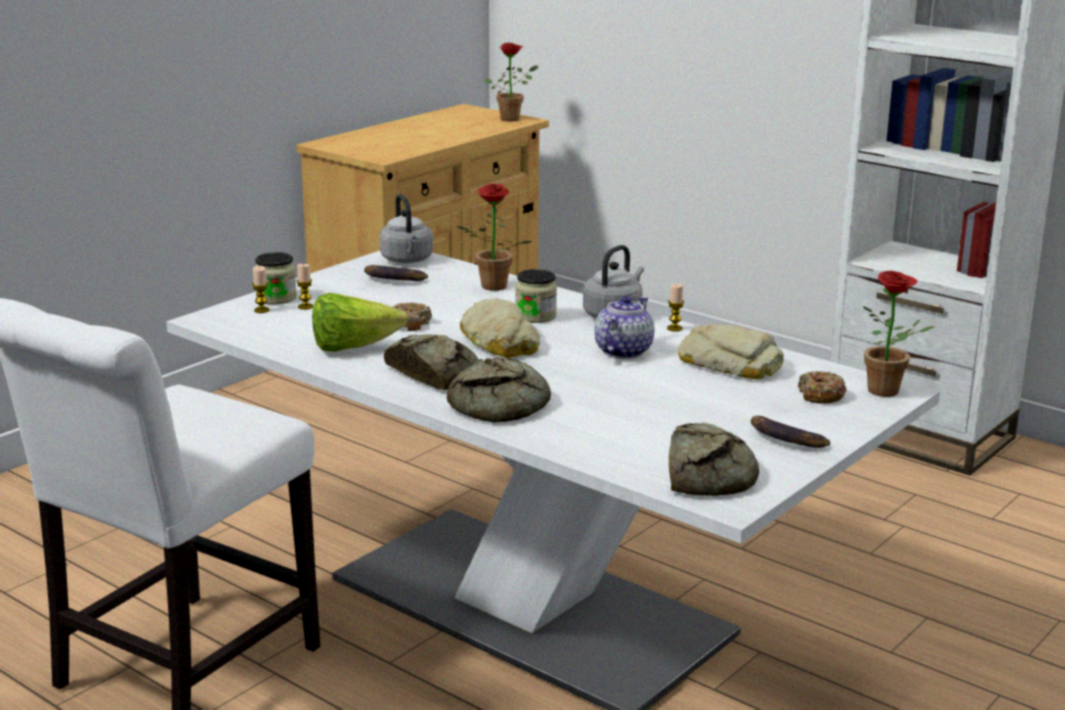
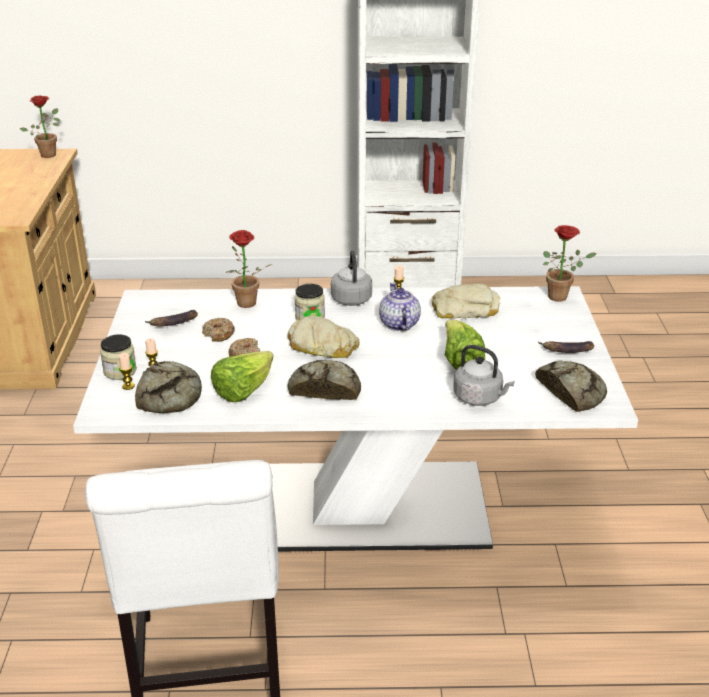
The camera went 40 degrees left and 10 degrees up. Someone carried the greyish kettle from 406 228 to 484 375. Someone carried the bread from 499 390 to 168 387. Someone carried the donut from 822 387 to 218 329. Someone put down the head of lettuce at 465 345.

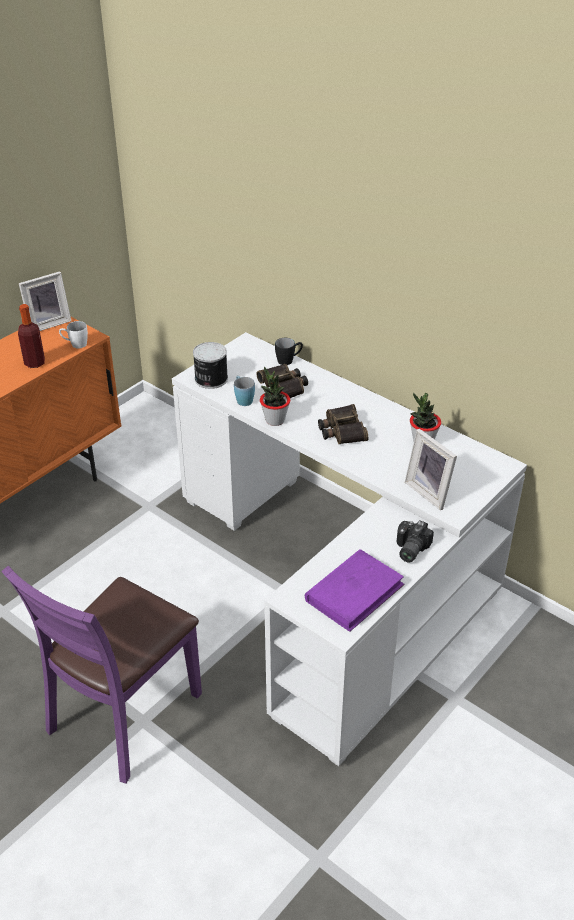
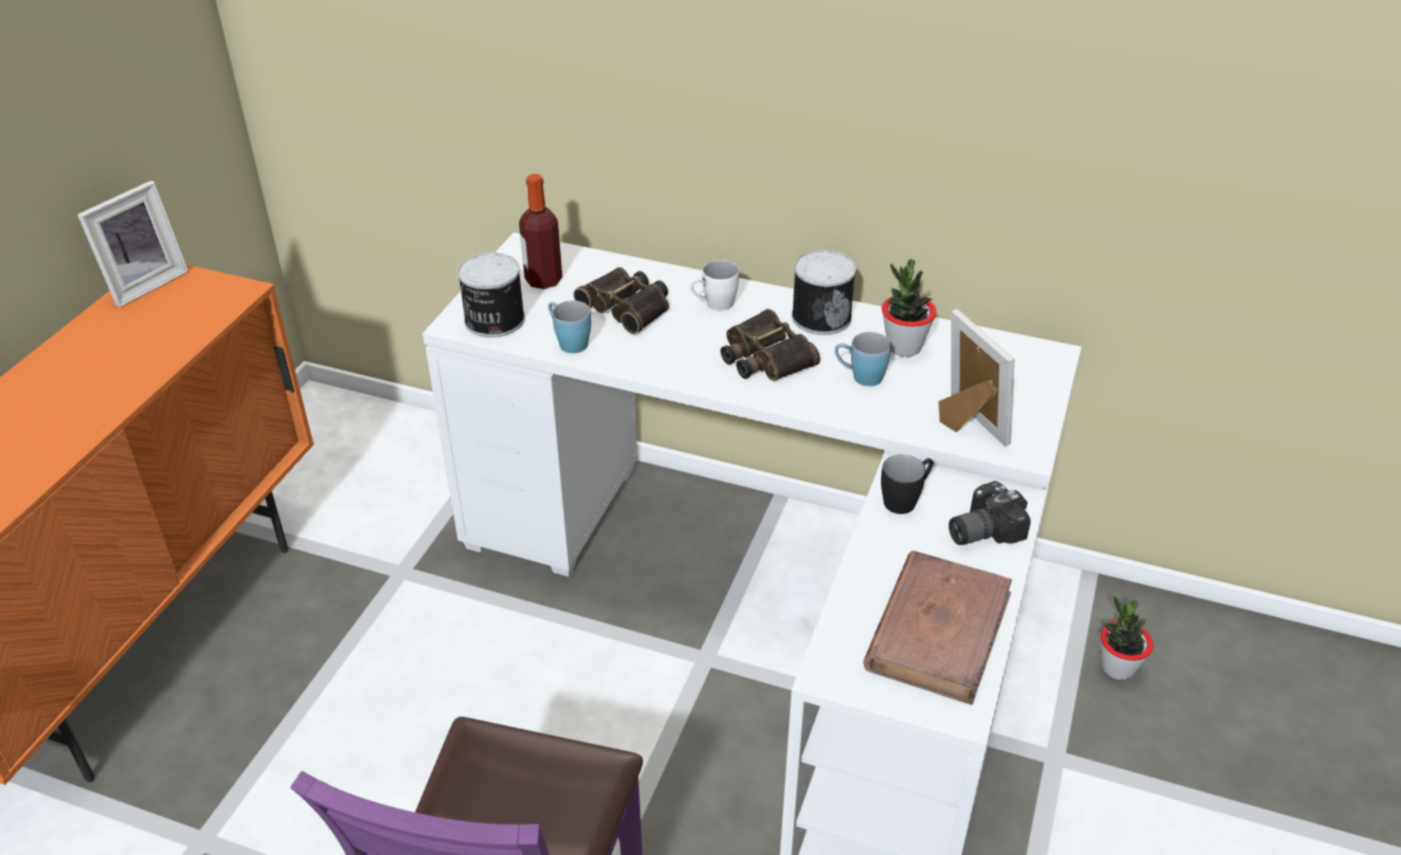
The camera went 20 degrees left and 0 degrees up. Someone carried the bottle from 31 336 to 540 231. Someone carried the whitish mug from 73 334 to 714 285. Someone carried the potted plant from 275 396 to 1127 637. Someone carried the blackish mug from 289 351 to 907 484. Someone repainted the purple-coloured bound book at 355 590, which became the brownish bound book at 937 628. Someone rotated the still camera at 415 542 by 60 degrees clockwise. Someone rotated the standing frame at 431 469 by 150 degrees counterclockwise. Someone put down the can at 824 292. Someone put down the bluish mug at 863 359.

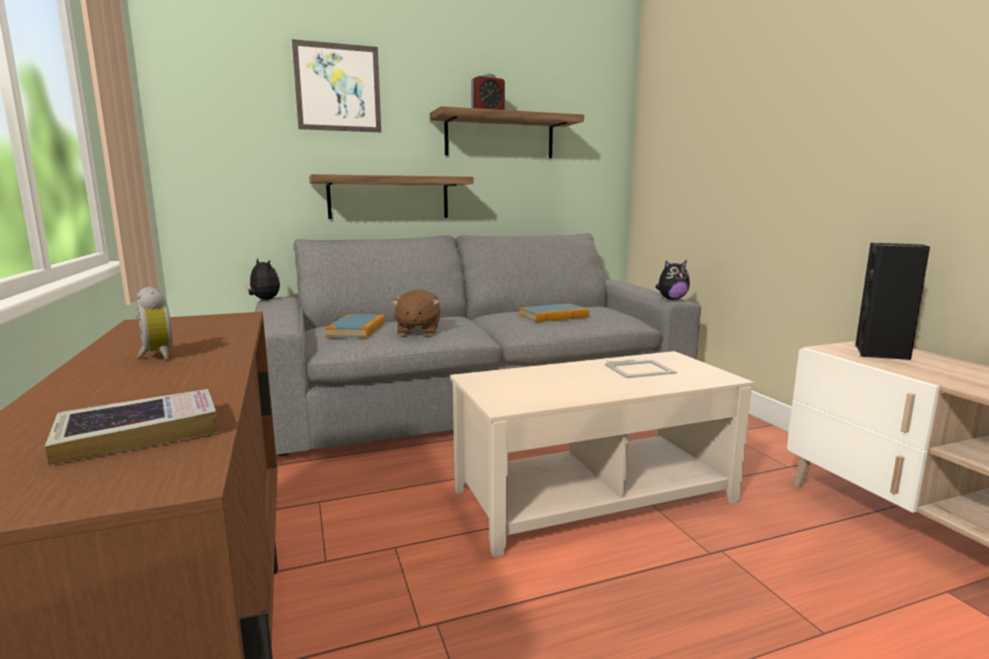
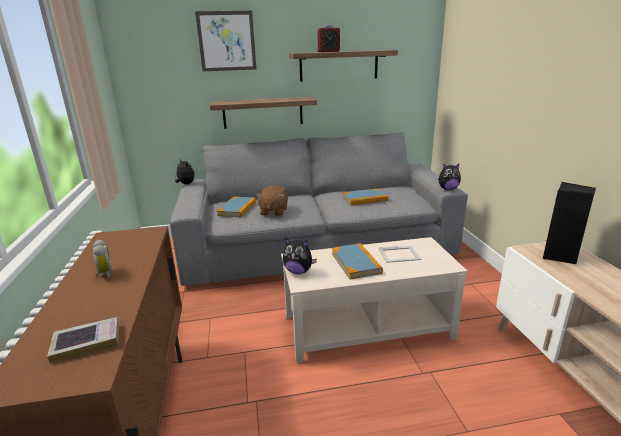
The camera went 10 degrees right and 10 degrees up. Someone put down the cuddly toy at 300 256. Someone put down the bound book at 357 261.

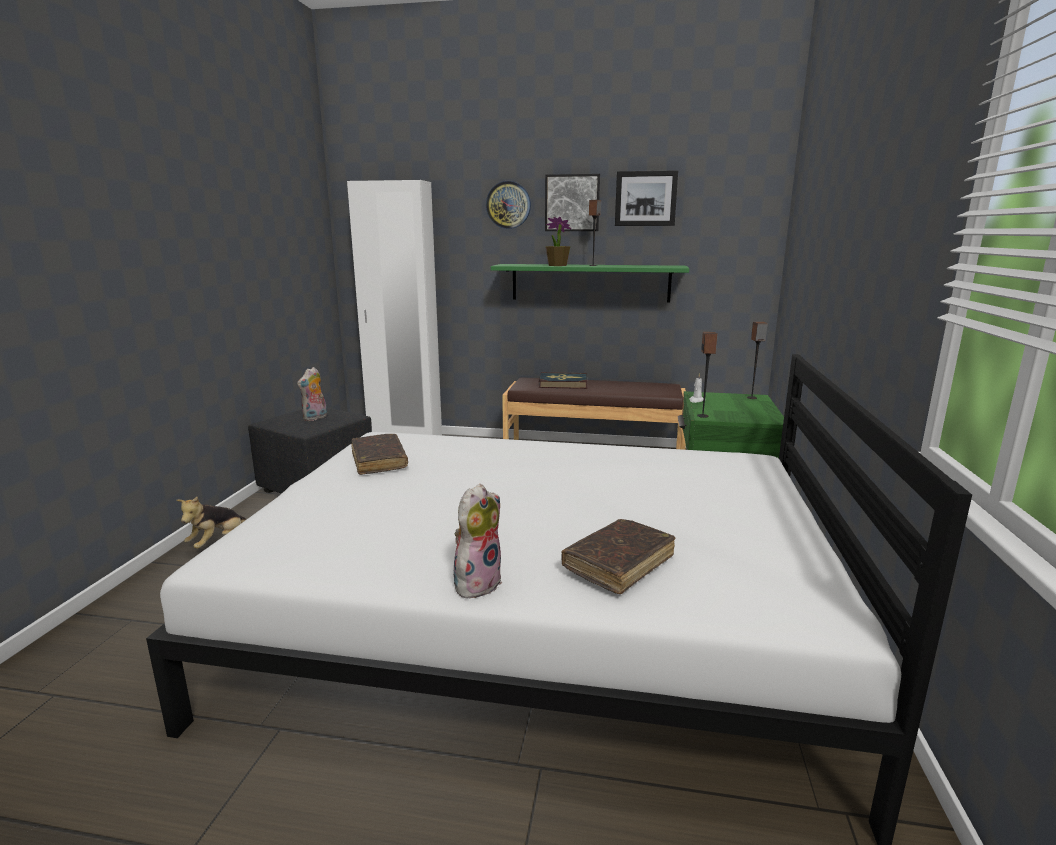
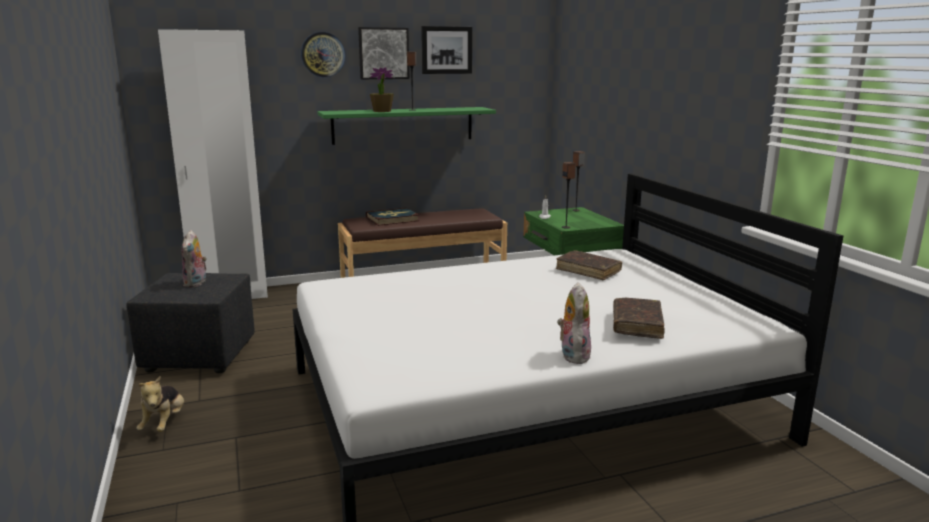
The camera went 30 degrees left and 0 degrees up. Someone carried the brownish bound book from 379 454 to 589 265.

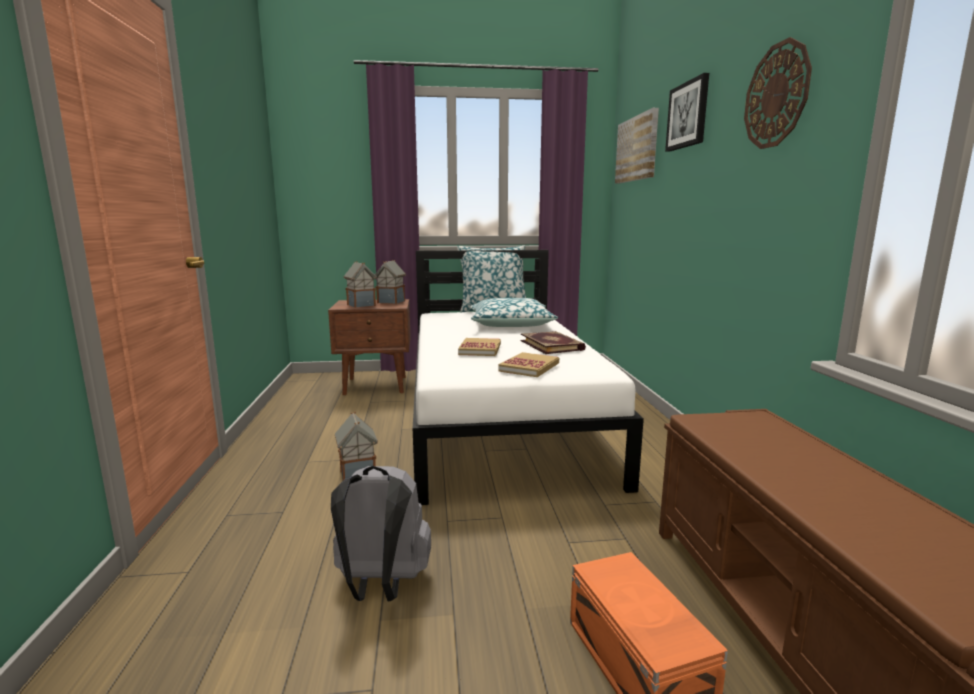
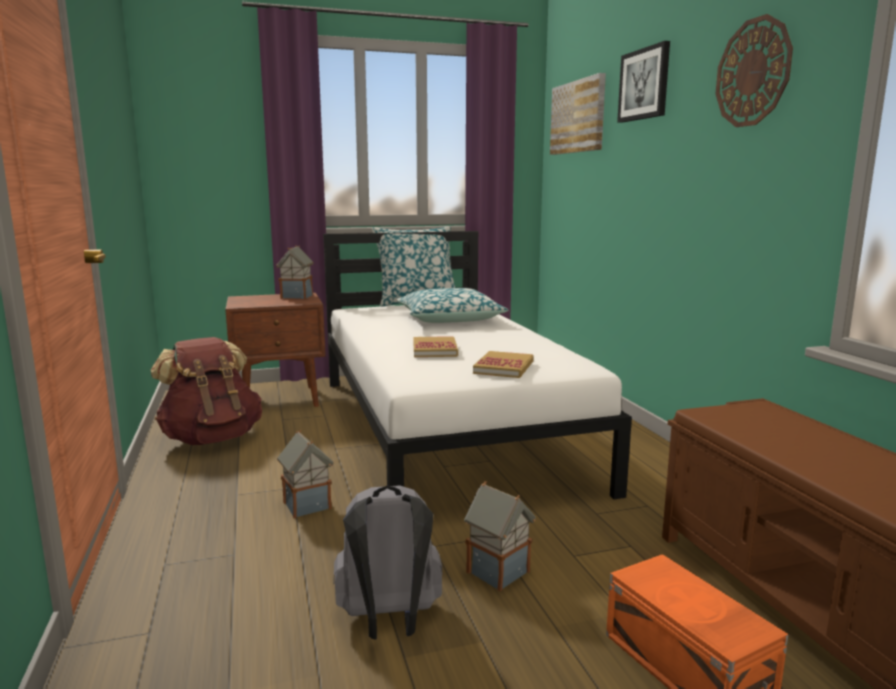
The camera went 10 degrees left and 0 degrees up. Someone carried the miniature house from 360 284 to 500 536. Someone took away the bound book at 553 342. Someone put down the brownish knapsack at 206 391.

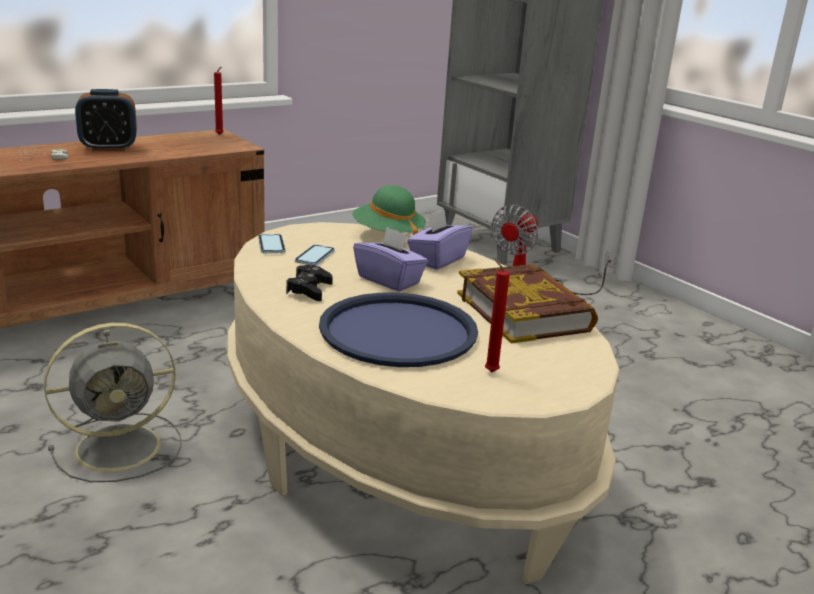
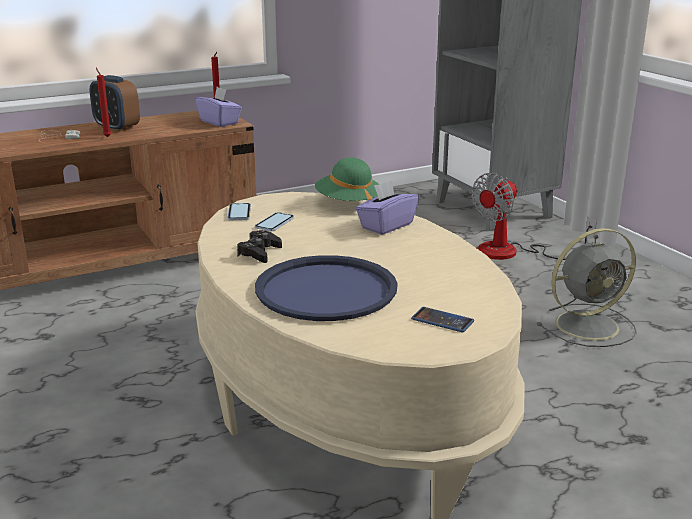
The camera went 10 degrees right and 0 degrees up. Someone carried the greyish cooling fan from 113 402 to 586 287. Someone rotated the alarm clock at 106 120 by 45 degrees clockwise. Someone carried the purple-coloured tissue holder from 390 259 to 218 107. Someone took away the bound book at 527 304. Someone carried the red-coloured candle from 497 314 to 103 102. Someone put down the handset at 442 320.

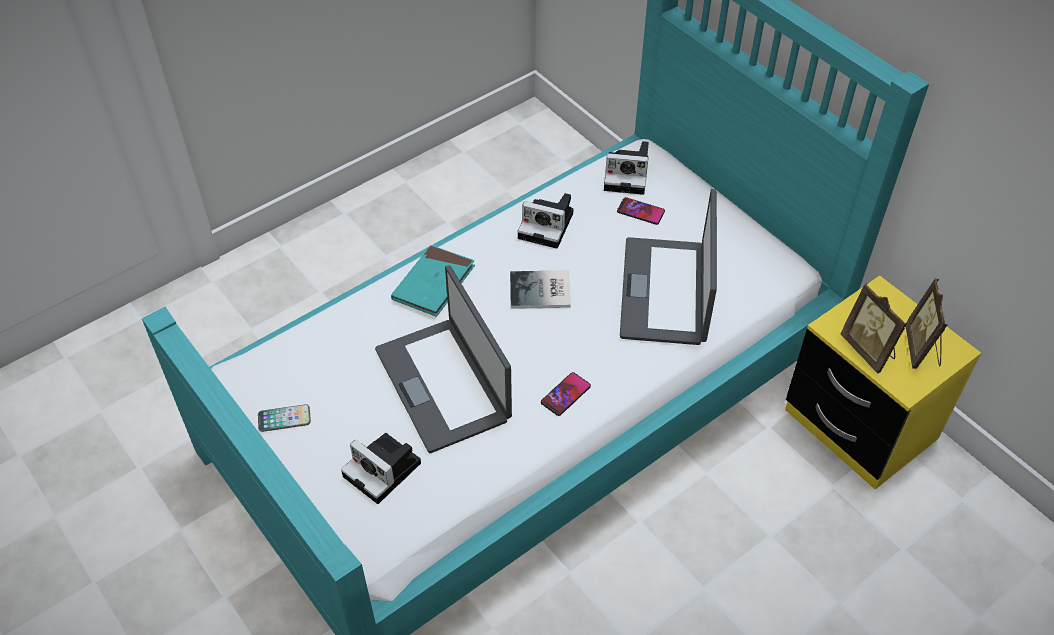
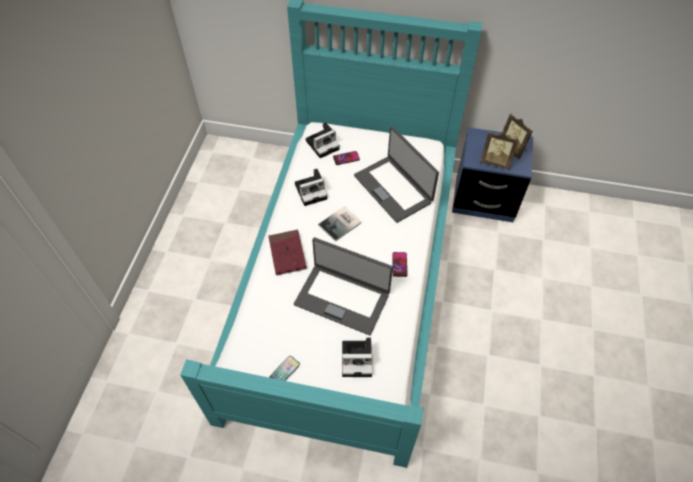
The camera went 40 degrees left and 5 degrees up. Someone repainted the turquoise bound book at 433 281, which became the red-coloured bound book at 287 252. Someone repainted the yellow-coloured night table at 883 382, which became the bluish night table at 492 174.

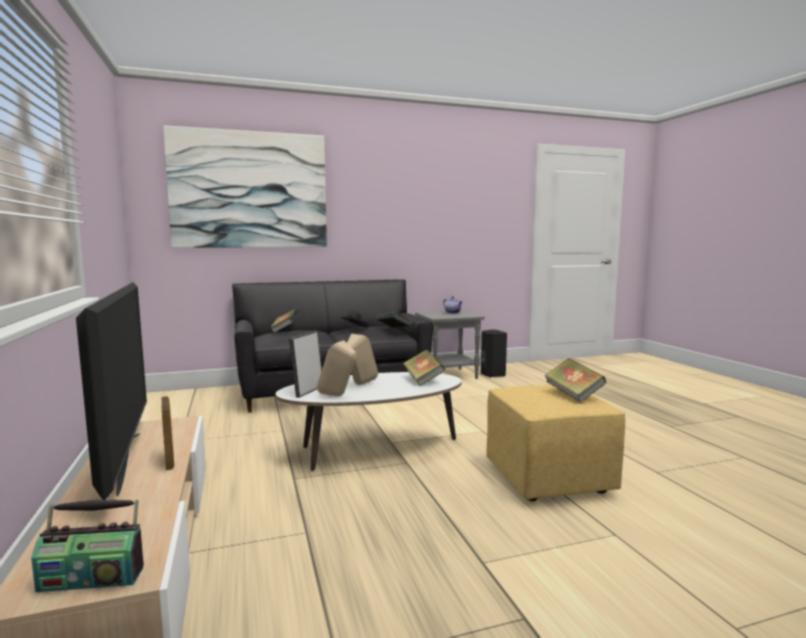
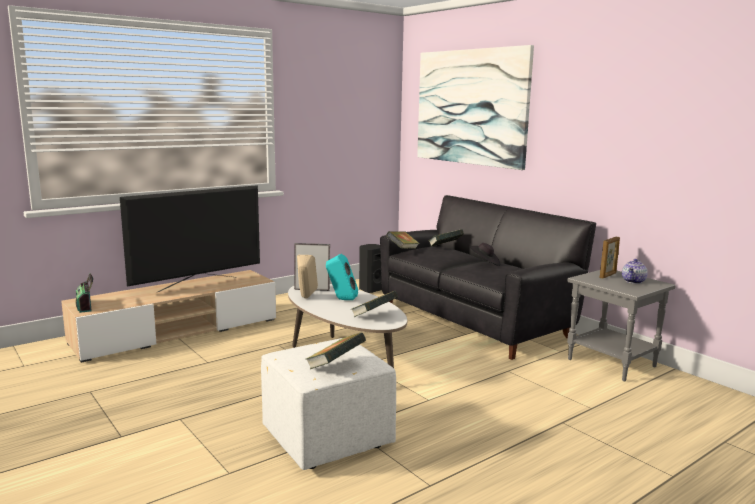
The camera went 70 degrees right and 5 degrees up. Someone carried the standing frame from 167 433 to 610 258. Someone repainted the sand-coloured loudspeaker at 362 359, which became the turquoise loudspeaker at 342 277. Someone carried the bound book from 394 320 to 403 240. Someone carried the blackish loudspeaker from 494 354 to 370 268. Someone repainted the yellow-coloured ottoman at 555 443, which became the whitish ottoman at 328 404.

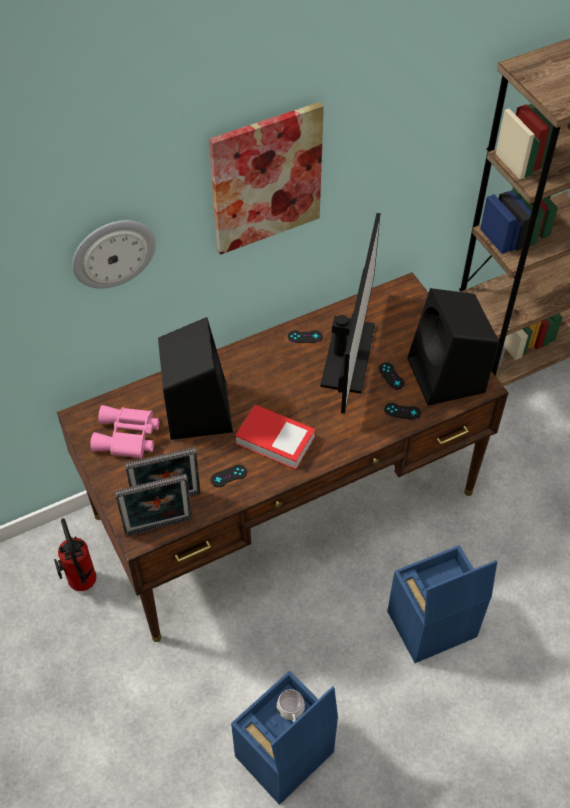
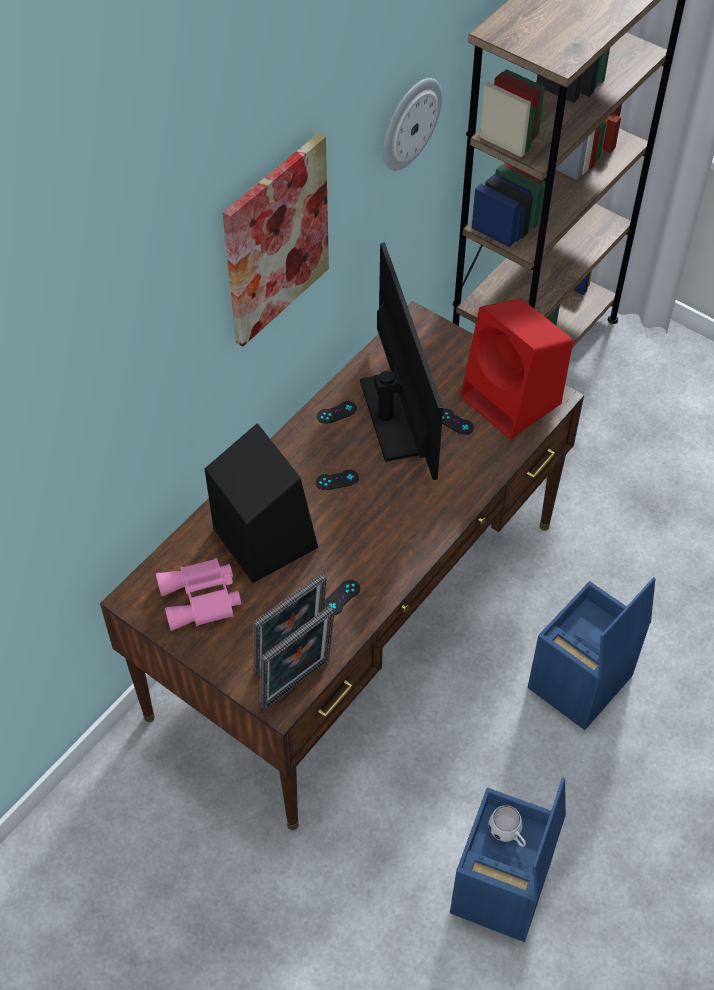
The camera went 25 degrees left and 0 degrees up. Someone took away the fire-fighting cylinder at 75 554. Someone carried the hanging clock from 114 254 to 412 124. Someone took away the bound book at 275 437. Someone carried the blackish gamepad from 402 411 to 337 480. Someone repainted the blackish loudspeaker at 452 347, which became the red-coloured loudspeaker at 516 368.

